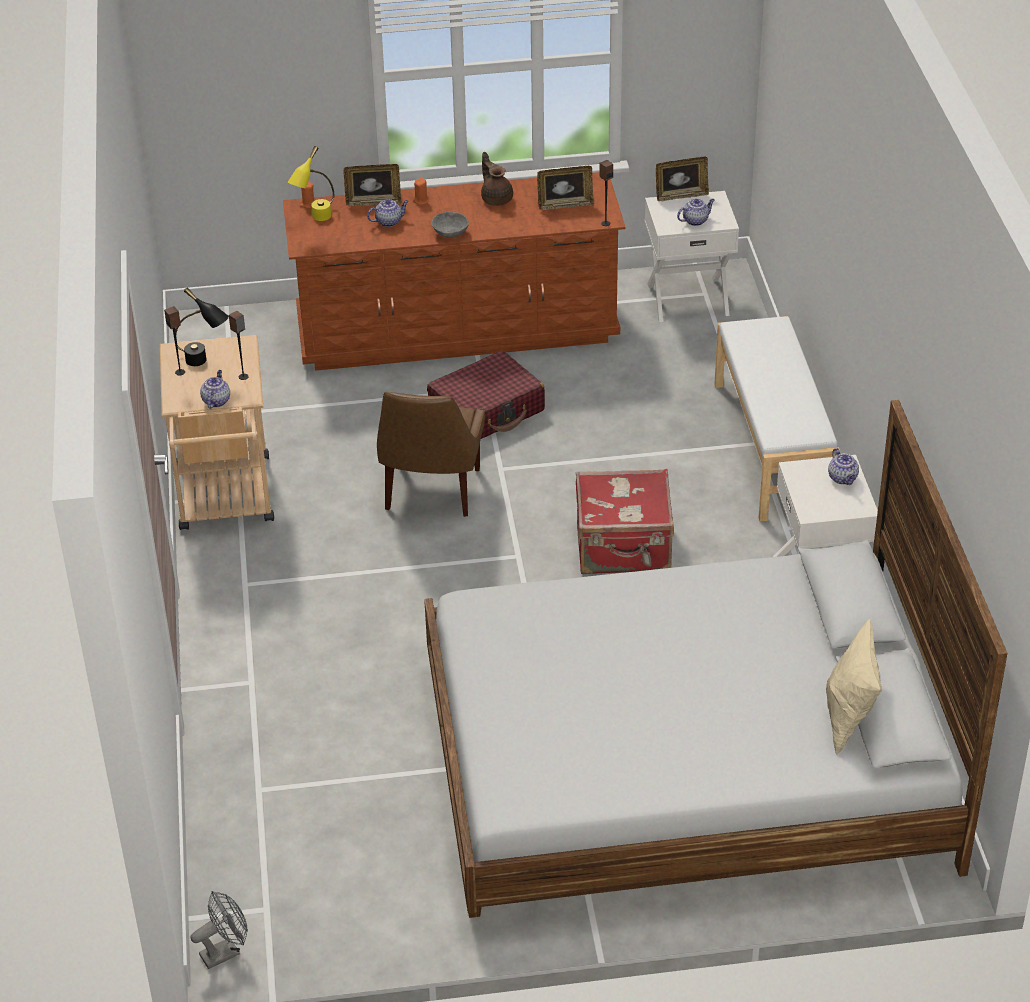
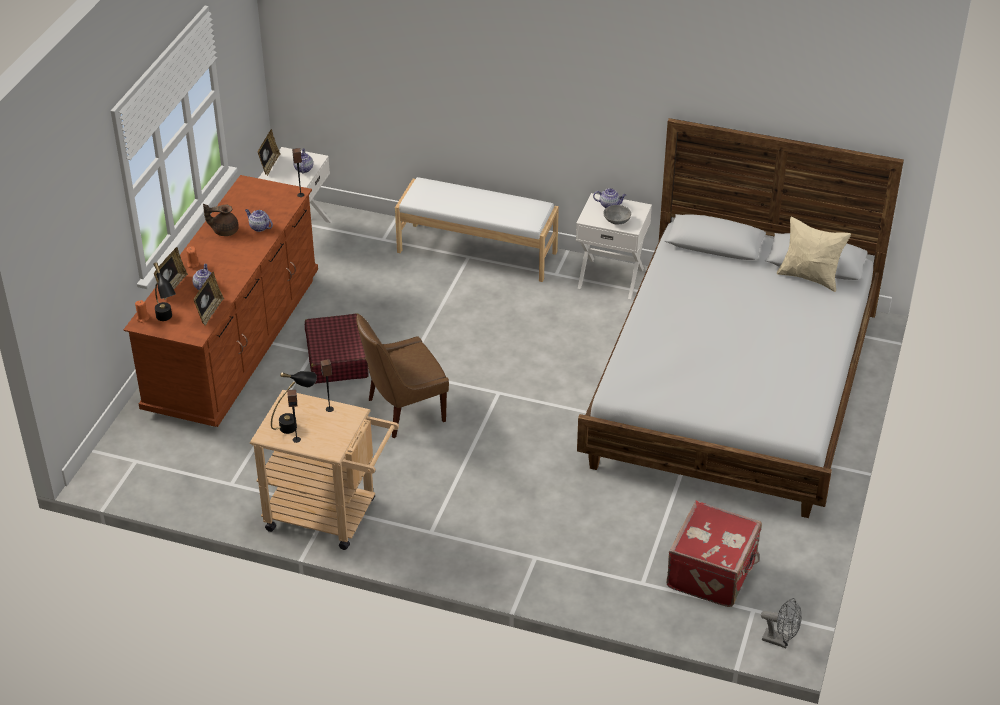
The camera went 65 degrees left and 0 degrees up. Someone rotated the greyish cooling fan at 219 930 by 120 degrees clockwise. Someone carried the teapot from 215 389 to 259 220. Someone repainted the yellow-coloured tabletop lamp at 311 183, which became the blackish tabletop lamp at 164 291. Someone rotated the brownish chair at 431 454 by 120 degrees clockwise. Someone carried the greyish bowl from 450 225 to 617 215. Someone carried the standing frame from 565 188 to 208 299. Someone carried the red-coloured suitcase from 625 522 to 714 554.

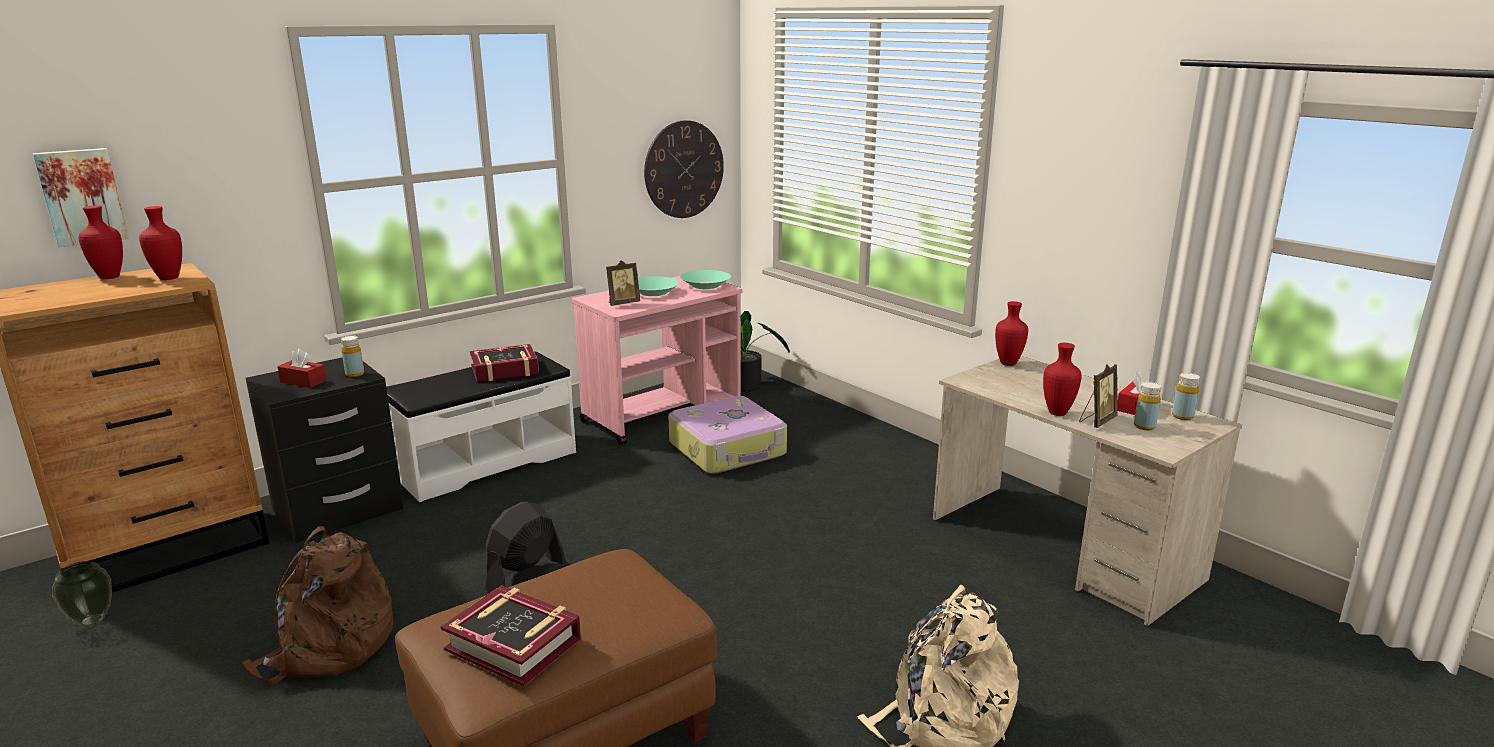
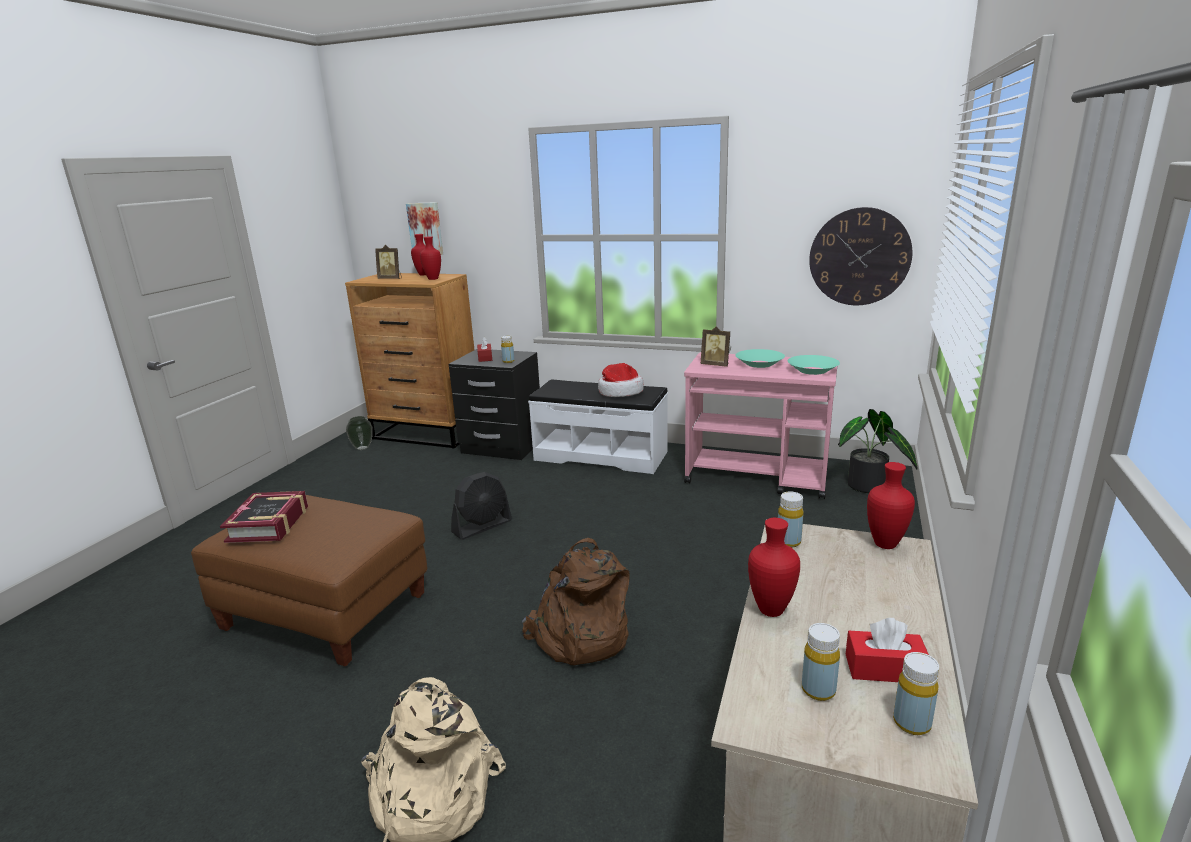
The camera went 60 degrees right and 0 degrees up. Someone carried the brownish knapsack from 317 605 to 576 601. Someone swapped the bound book at 504 363 for the wearable hat at 621 380. Someone rotated the blackish cooling fan at 525 546 by 135 degrees clockwise. Someone took away the suitcase at 728 435. Someone carried the standing frame from 1098 396 to 388 262. Someone put down the yellow-coloured bottle at 791 519.

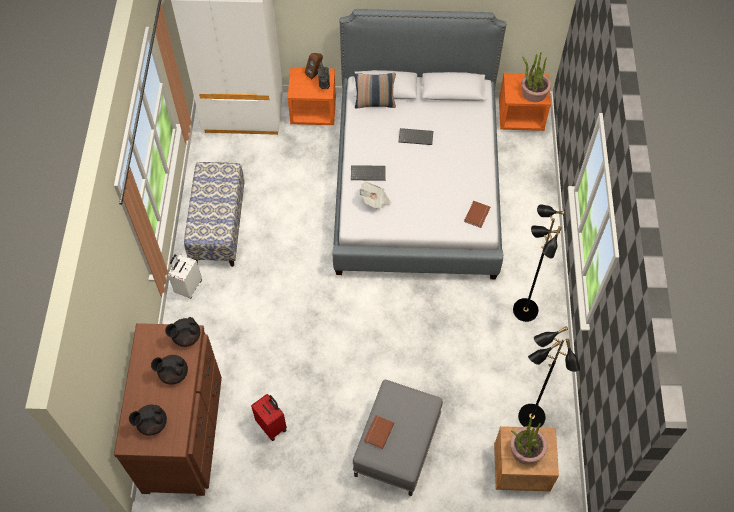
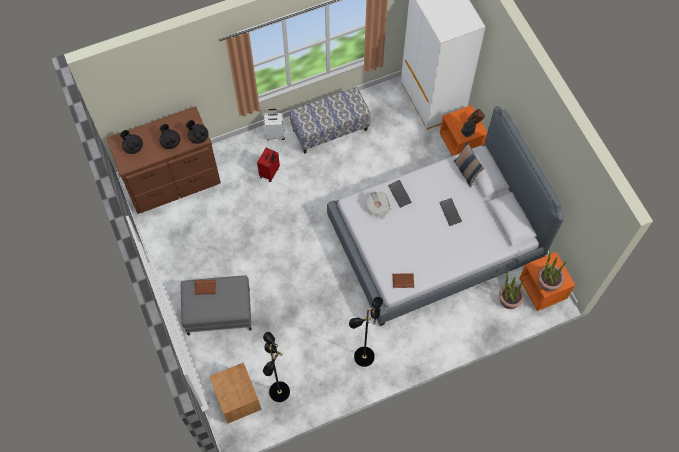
The camera went 65 degrees right and 5 degrees up. Someone carried the red-coloured suitcase from 269 417 to 268 165. Someone carried the potted plant from 529 440 to 512 289.

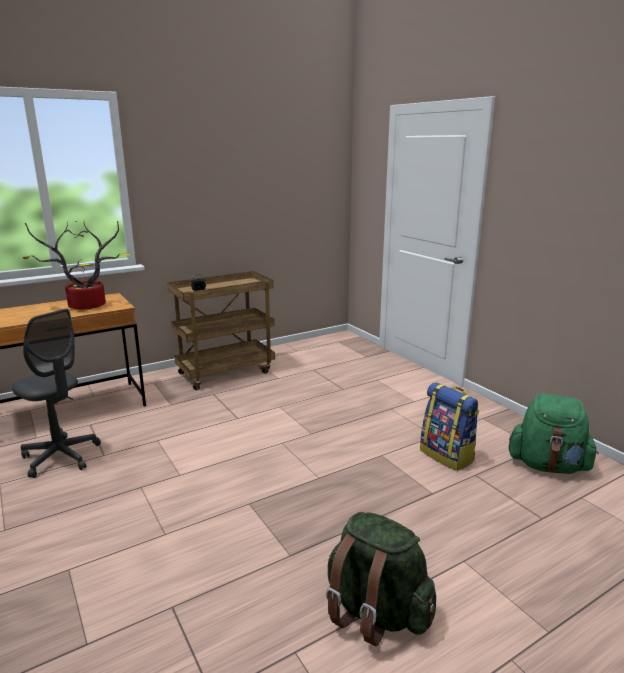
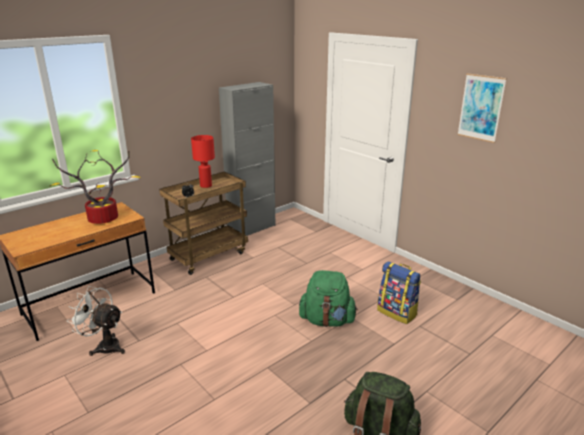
The camera went 10 degrees left and 5 degrees up. Someone swapped the greyish desk chair at 56 393 for the whitish cooling fan at 96 321. Someone carried the greenish knapsack from 554 433 to 328 298. Someone put down the red-coloured tabletop lamp at 203 161. Someone put down the greyish cabinet at 247 159. Someone put up the wall picture at 482 108.

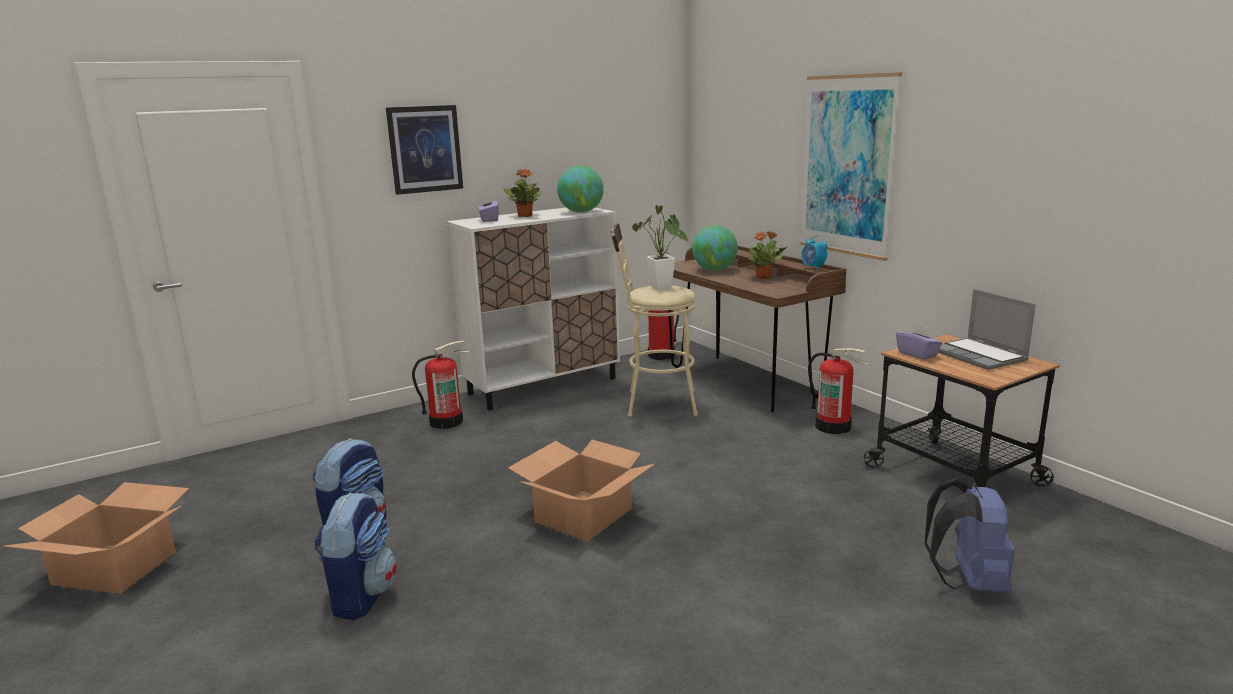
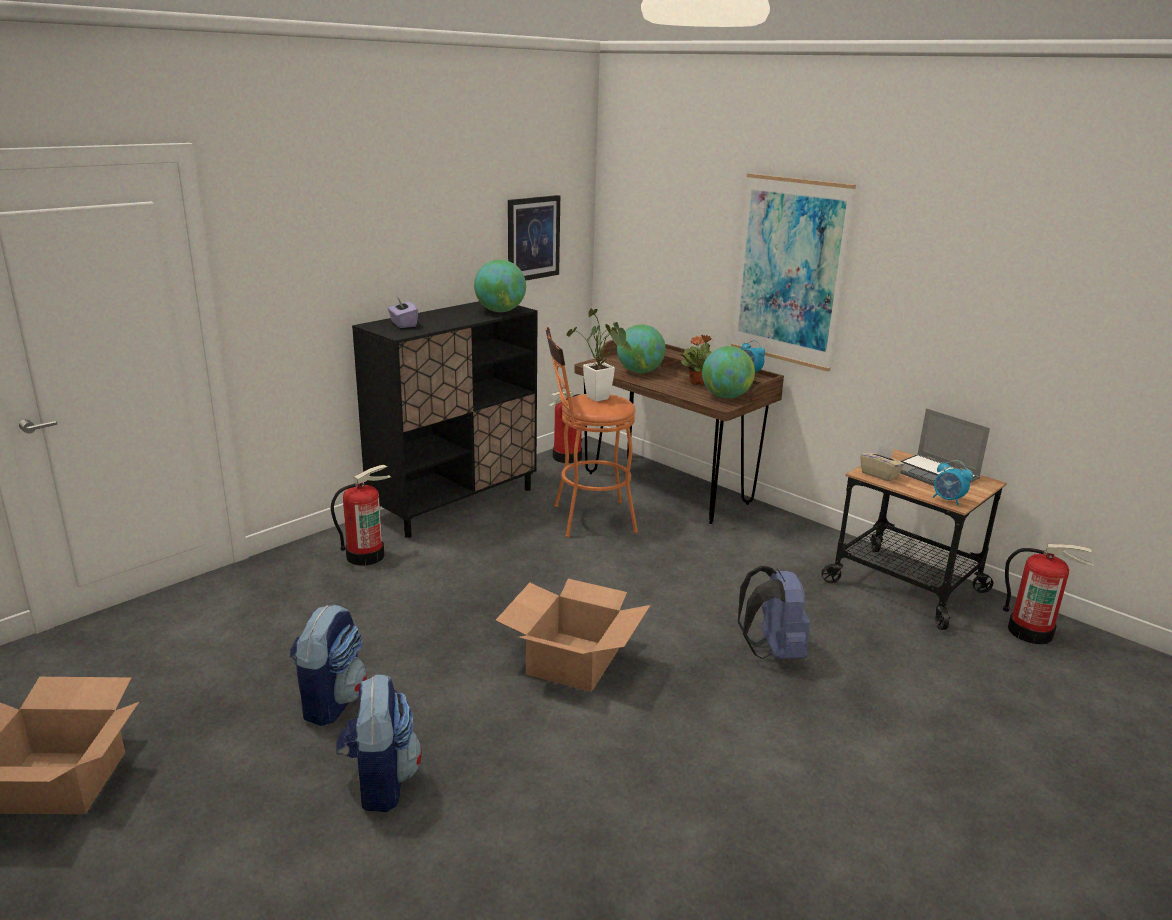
The camera went 15 degrees left and 5 degrees up. Someone carried the wall picture from 424 150 to 534 237. Someone repainted the whitish cabinet at 533 309, which became the blackish cabinet at 445 419. Someone took away the potted plant at 522 193. Someone repainted the sand-coloured stool at 654 320, which became the orange stool at 592 432. Someone carried the fire-fighting cylinder from 838 391 to 1048 594. Someone repainted the purple-coloured tissue holder at 919 341, which became the sand-coloured tissue holder at 882 463. Someone carried the bluish knapsack from 970 536 to 774 612. Someone put down the world globe at 728 372. Someone put down the alarm clock at 953 483.

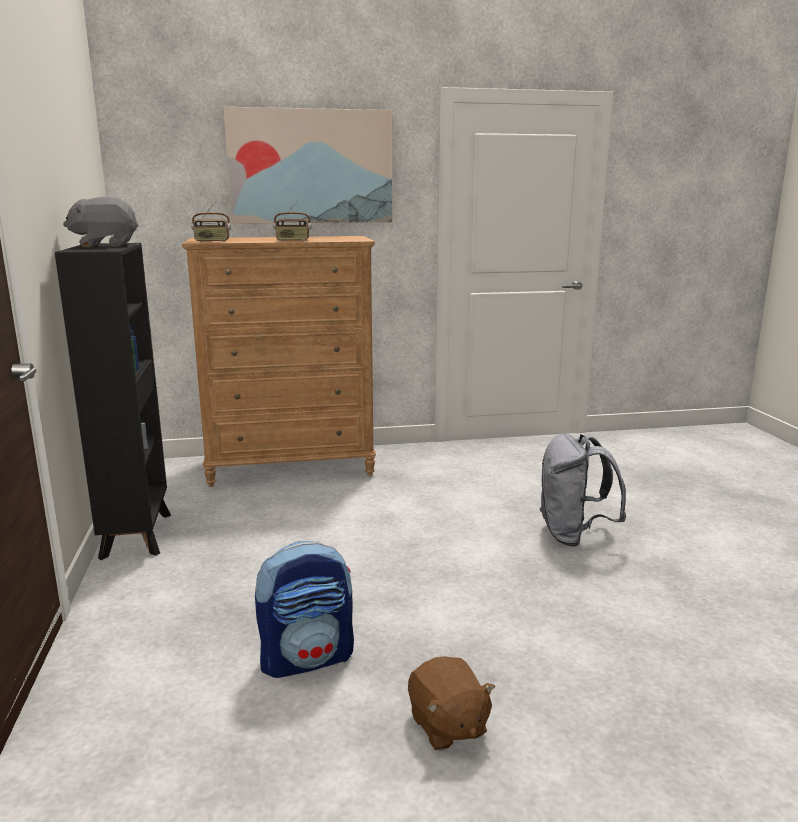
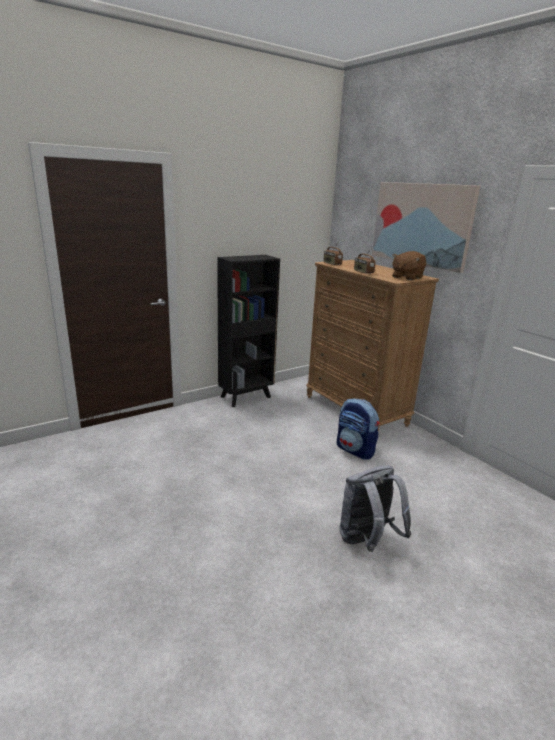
The camera went 65 degrees right and 5 degrees up. Someone took away the greyish cuddly toy at 100 222. Someone carried the knapsack from 304 609 to 358 429. Someone carried the brownish cuddly toy from 451 703 to 409 265.

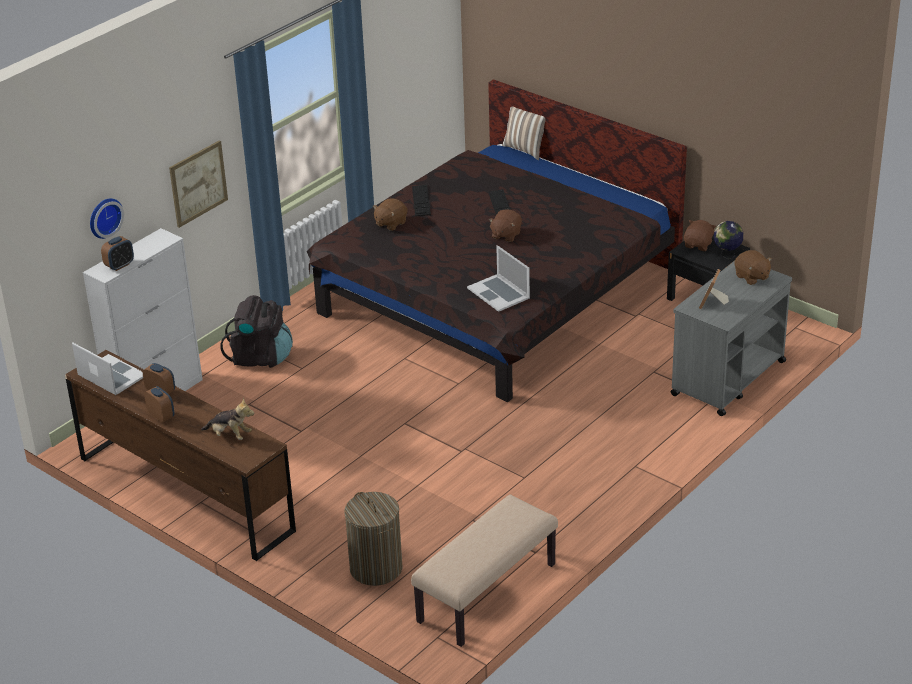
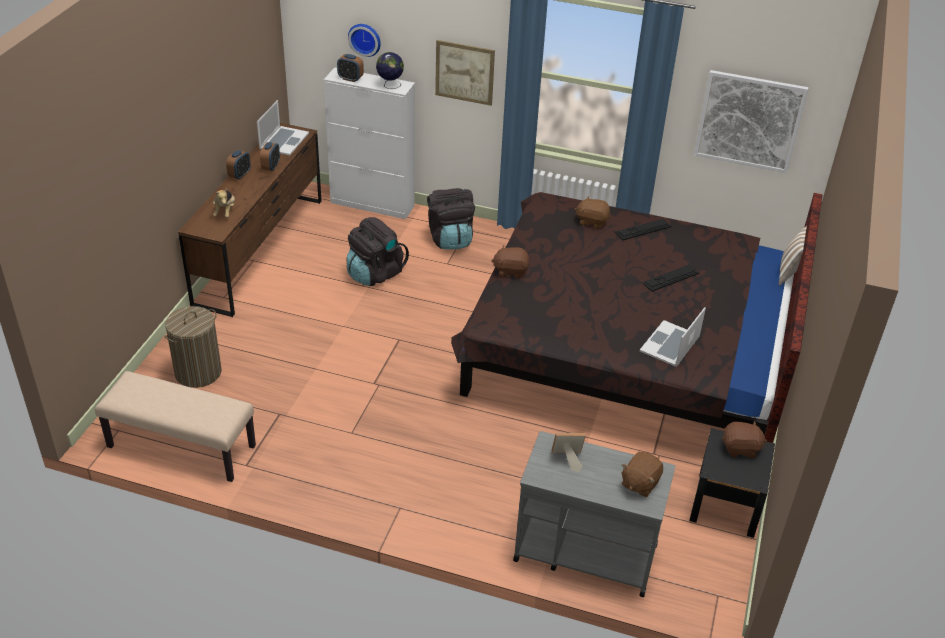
The camera went 65 degrees right and 5 degrees up. Someone carried the laptop from 498 278 to 673 337. Someone carried the brownish cuddly toy from 505 226 to 510 261. Someone carried the world globe from 728 240 to 390 70. Someone put down the blackish knapsack at 378 251. Someone put up the wall picture at 751 121.

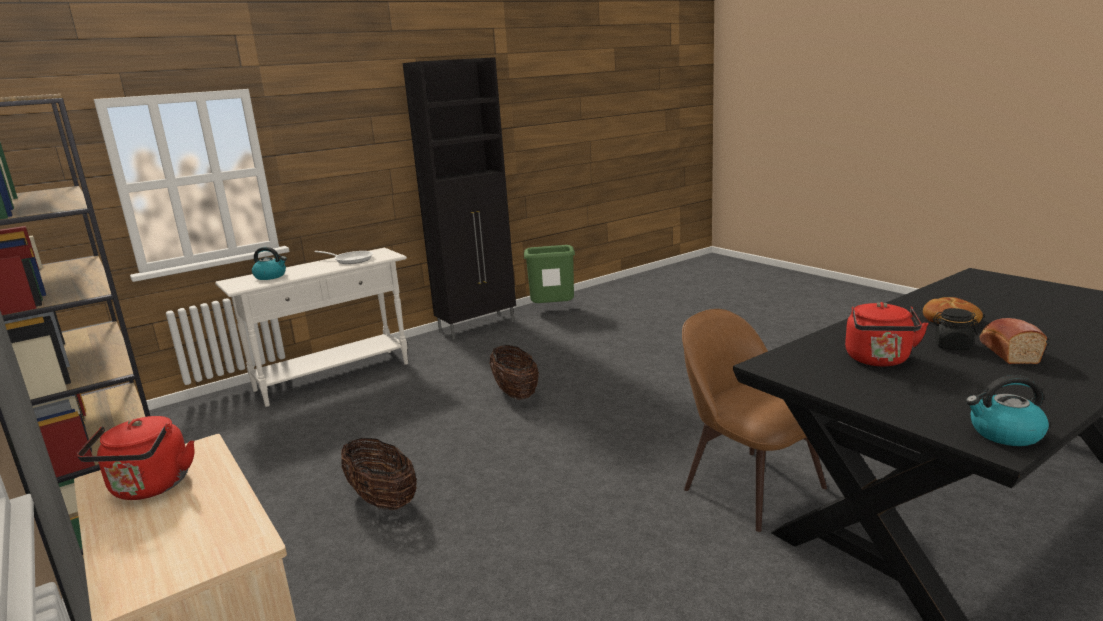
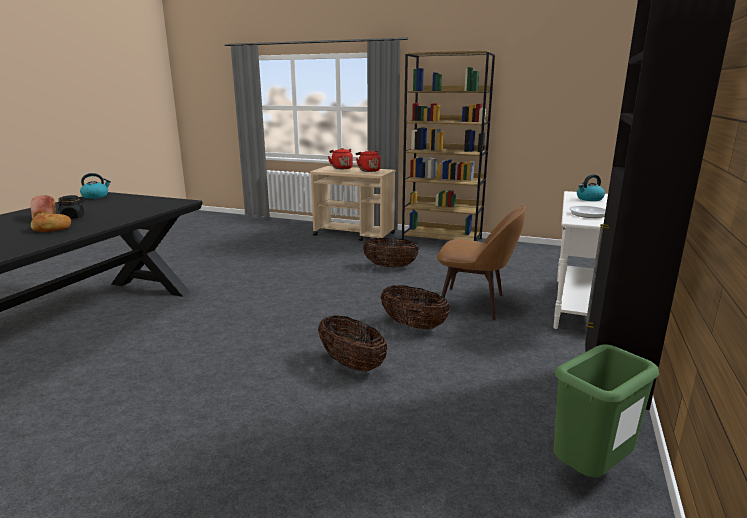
The camera went 145 degrees right and 0 degrees up. Someone carried the brownish chair from 754 420 to 481 263. Someone carried the red-coloured kettle from 887 334 to 340 158. Someone put down the household basket at 353 344.

